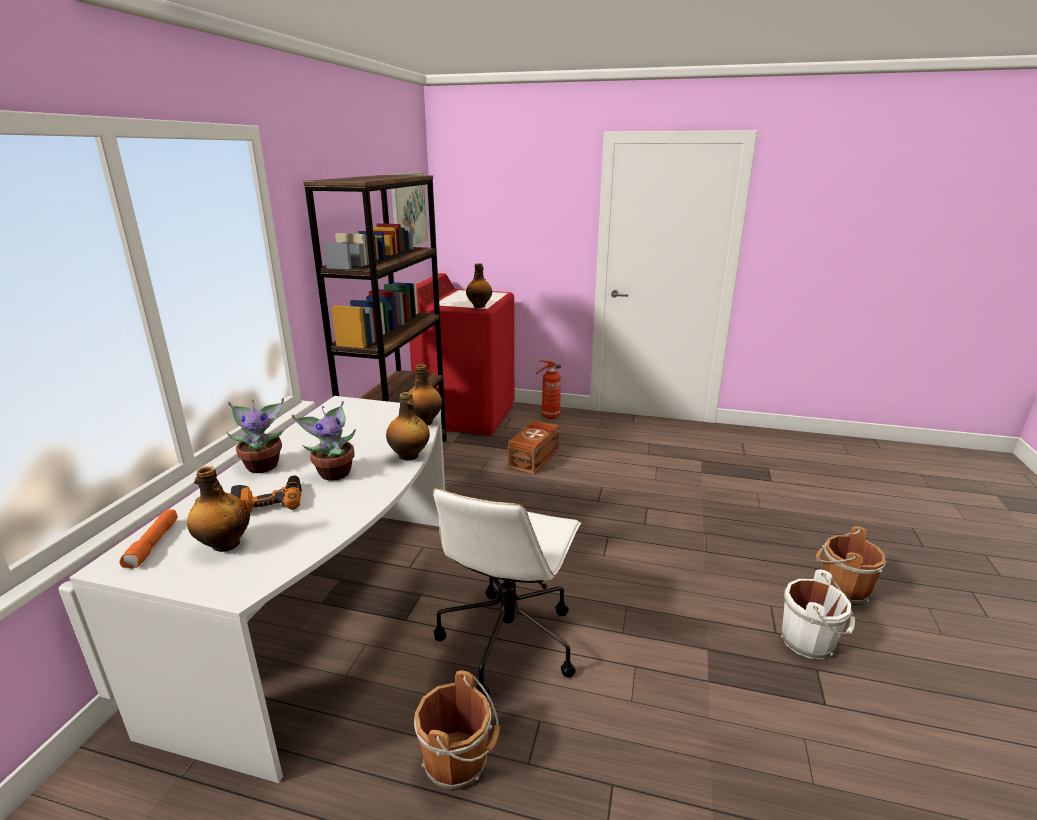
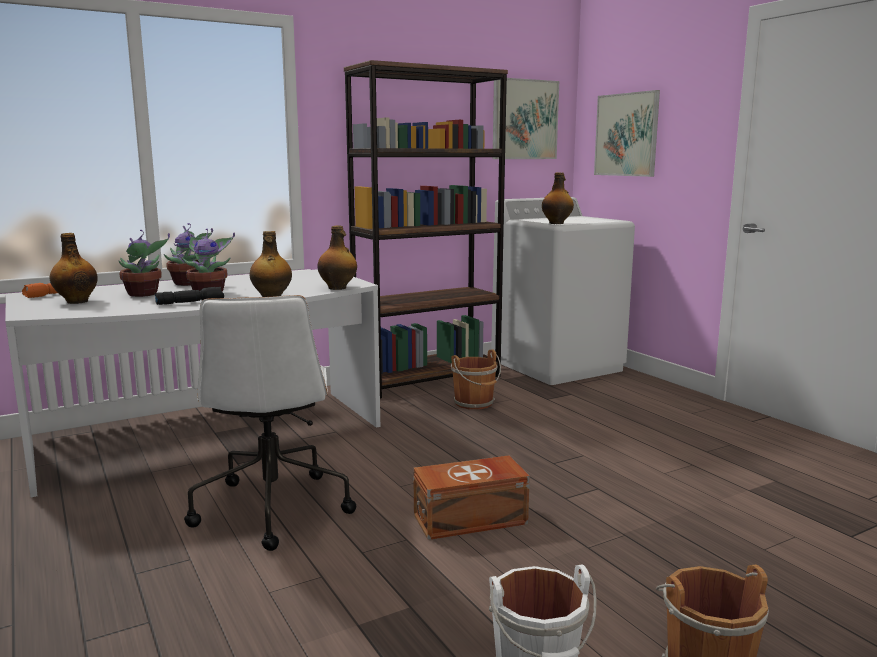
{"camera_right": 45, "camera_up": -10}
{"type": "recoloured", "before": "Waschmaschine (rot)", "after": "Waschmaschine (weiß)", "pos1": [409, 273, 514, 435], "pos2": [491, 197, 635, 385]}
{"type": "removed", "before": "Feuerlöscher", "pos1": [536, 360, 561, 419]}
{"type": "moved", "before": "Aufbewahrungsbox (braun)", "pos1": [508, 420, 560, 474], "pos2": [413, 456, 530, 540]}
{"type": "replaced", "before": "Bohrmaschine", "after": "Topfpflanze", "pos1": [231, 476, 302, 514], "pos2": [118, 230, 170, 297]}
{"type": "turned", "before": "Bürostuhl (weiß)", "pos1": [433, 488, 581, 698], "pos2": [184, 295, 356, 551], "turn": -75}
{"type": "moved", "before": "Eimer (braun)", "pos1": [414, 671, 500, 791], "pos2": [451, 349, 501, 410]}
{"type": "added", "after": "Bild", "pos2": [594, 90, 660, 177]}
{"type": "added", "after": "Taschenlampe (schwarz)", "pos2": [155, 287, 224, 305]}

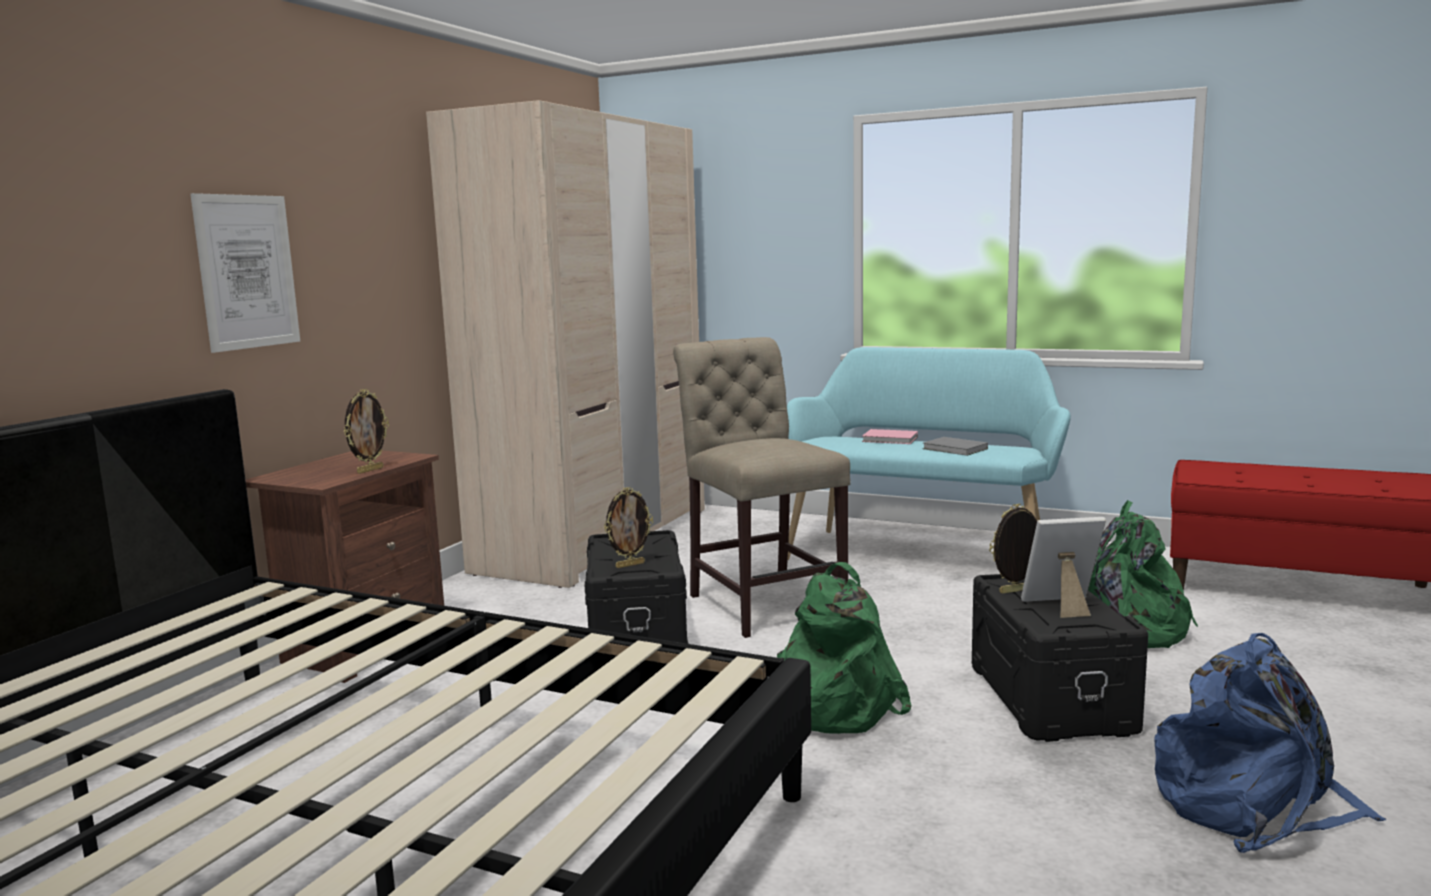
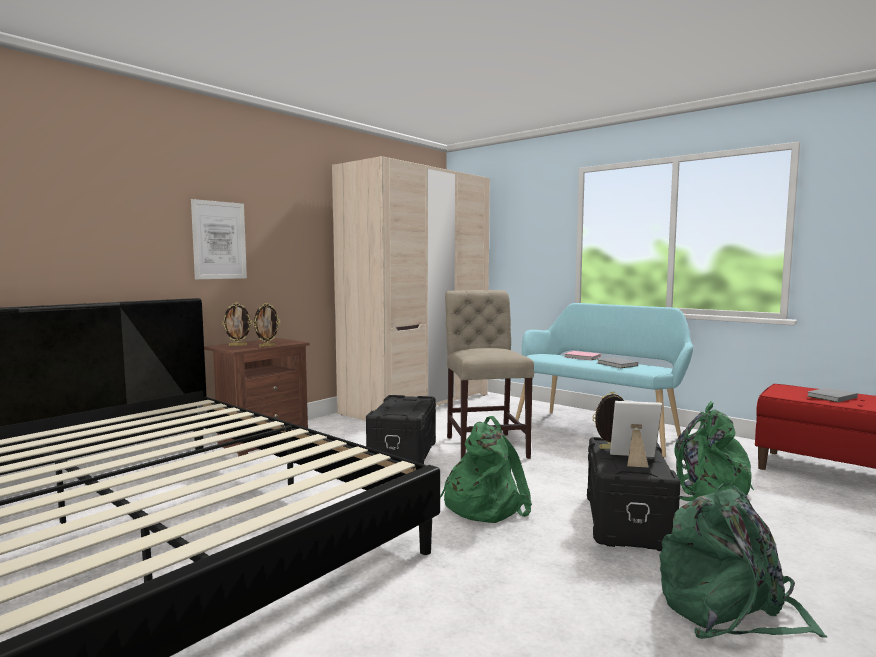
{"camera_right": 15, "camera_up": -5}
{"type": "moved", "before": "Bilderrahmen", "pos1": [604, 487, 653, 568], "pos2": [222, 303, 252, 346]}
{"type": "recoloured", "before": "Rucksack (blau)", "after": "Rucksack (grün)", "pos1": [1154, 633, 1386, 854], "pos2": [659, 483, 827, 639]}
{"type": "added", "after": "Buch (grau)", "pos2": [807, 388, 858, 402]}

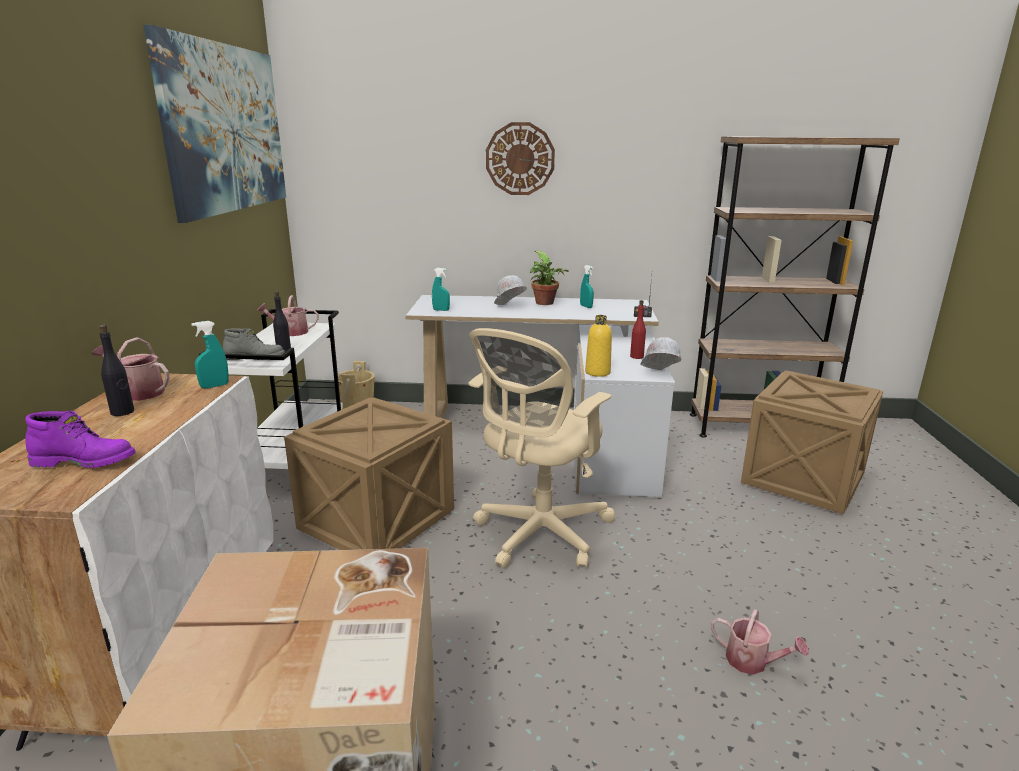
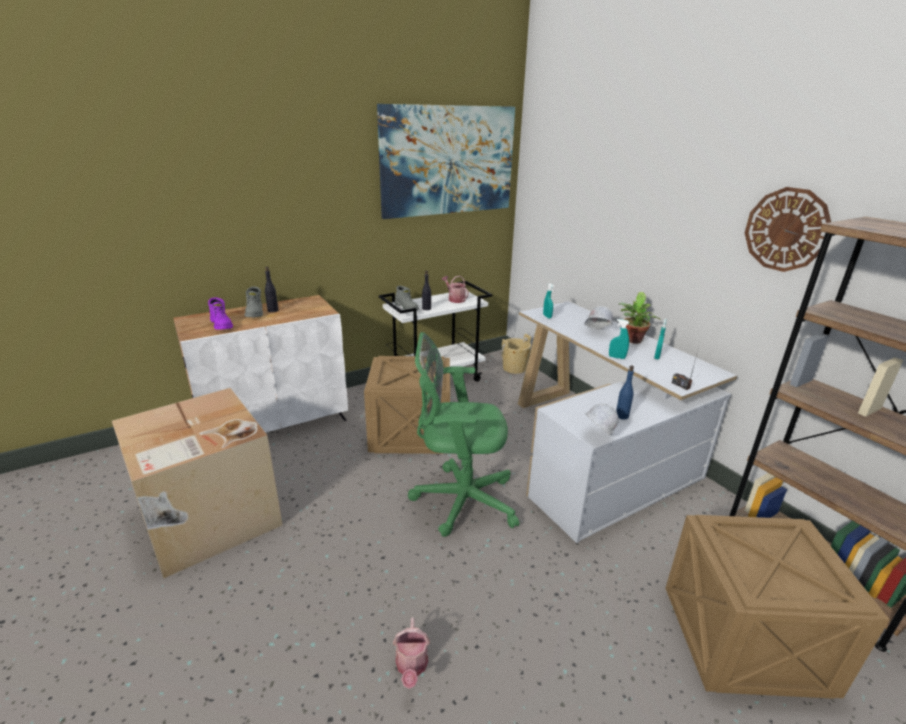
{"camera_right": 55, "camera_up": 5}
{"type": "moved", "before": "Wanduhr", "pos1": [486, 122, 555, 195], "pos2": [745, 187, 831, 272]}
{"type": "recoloured", "before": "Flasche (rot)", "after": "Flasche (blau)", "pos1": [630, 300, 646, 359], "pos2": [616, 365, 634, 419]}
{"type": "removed", "before": "Flasche (gelb)", "pos1": [585, 315, 612, 377]}
{"type": "moved", "before": "Sprühflasche (türkis)", "pos1": [192, 321, 229, 389], "pos2": [609, 319, 629, 359]}
{"type": "recoloured", "before": "Bürostuhl (beige)", "after": "Bürostuhl (grün)", "pos1": [468, 328, 615, 569], "pos2": [408, 332, 519, 537]}
{"type": "removed", "before": "Gießkanne", "pos1": [92, 337, 169, 401]}
{"type": "added", "after": "Stiefel (grau)", "pos2": [244, 286, 263, 317]}

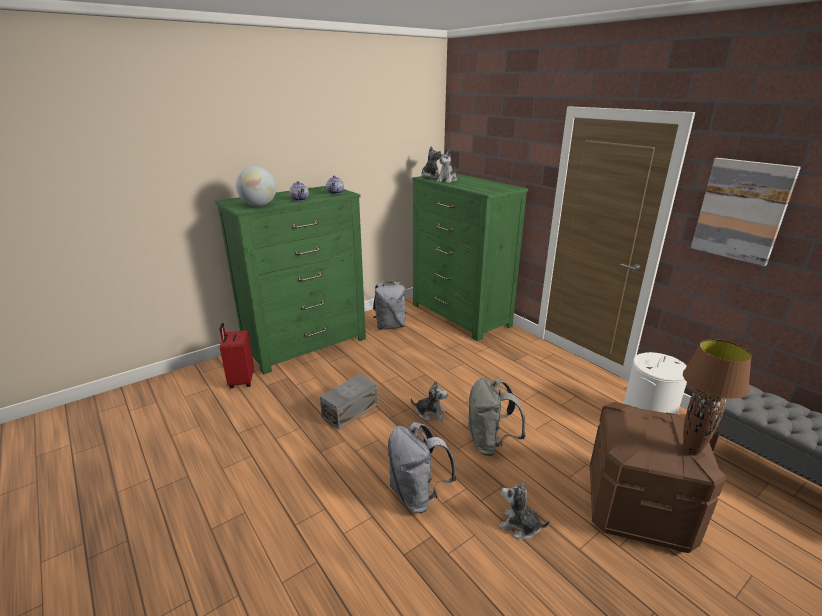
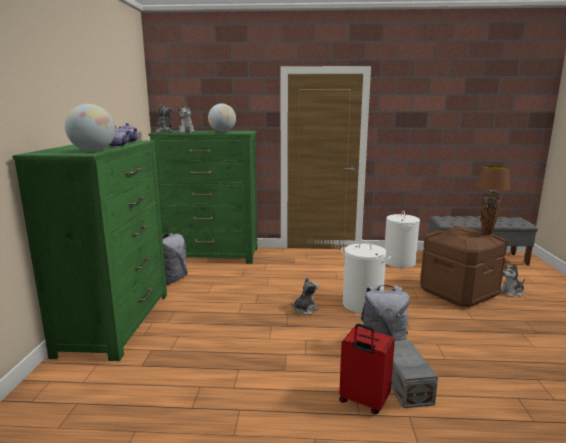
{"camera_right": -50, "camera_up": -10}
{"type": "removed", "before": "Bild", "pos1": [691, 158, 801, 266]}
{"type": "moved", "before": "Koffer (rot)", "pos1": [220, 323, 254, 388], "pos2": [339, 324, 395, 414]}
{"type": "moved", "before": "Aufbewahrungsbox (grau)", "pos1": [320, 374, 378, 429], "pos2": [391, 340, 438, 408]}
{"type": "replaced", "before": "Rucksack (grau)", "after": "Wäschekorb (weiß)", "pos1": [467, 378, 525, 456], "pos2": [341, 241, 391, 314]}
{"type": "moved", "before": "Plüschtier", "pos1": [499, 480, 550, 540], "pos2": [500, 264, 525, 297]}
{"type": "added", "after": "Globus", "pos2": [208, 104, 236, 132]}

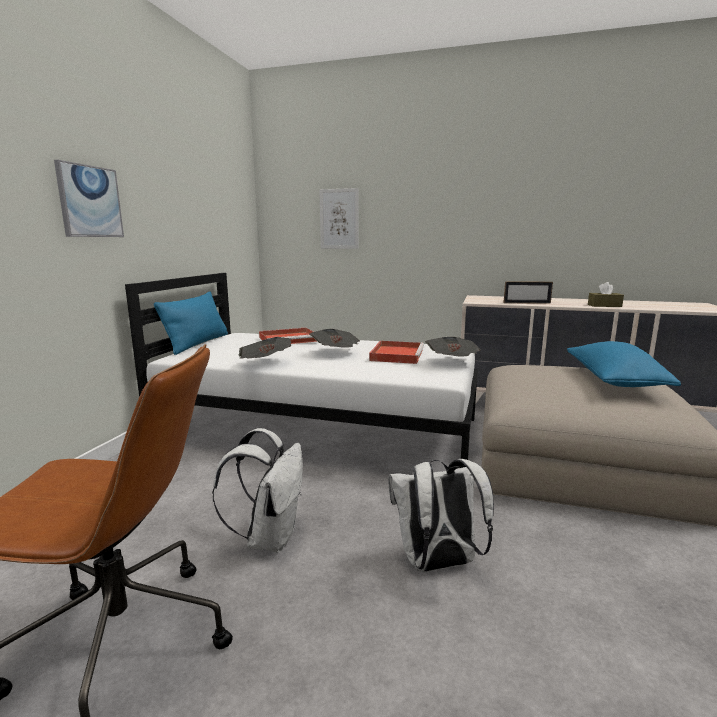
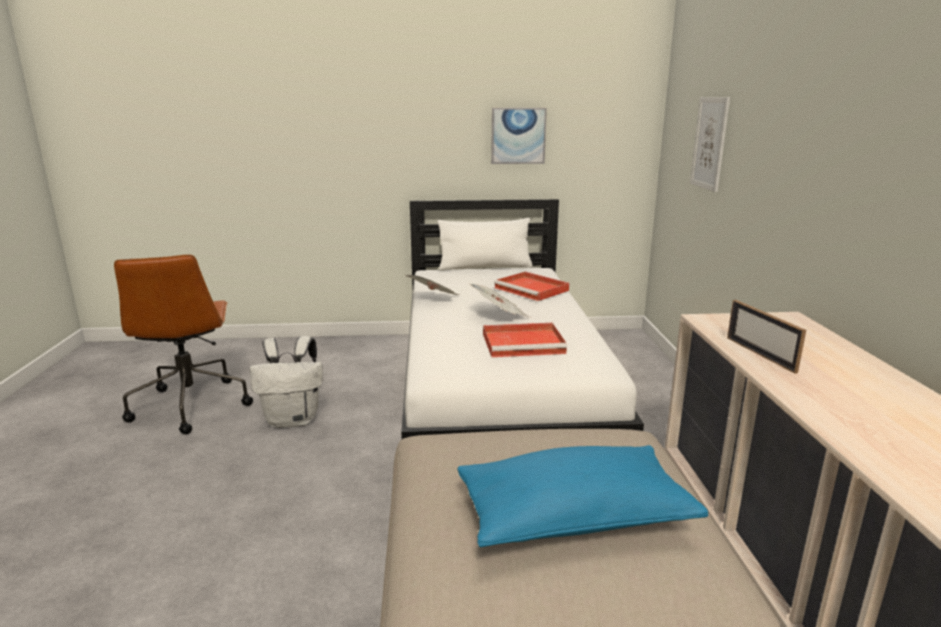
{"camera_right": 70, "camera_up": 5}
{"type": "moved", "before": "Bild", "pos1": [54, 160, 124, 237], "pos2": [491, 108, 547, 164]}
{"type": "removed", "before": "Taschentuchbox (braun)", "pos1": [588, 282, 624, 307]}
{"type": "recoloured", "before": "Kissen (blau)", "after": "Kissen (weiß)", "pos1": [154, 292, 228, 355], "pos2": [437, 218, 533, 271]}
{"type": "removed", "before": "Zeitung", "pos1": [425, 337, 481, 356]}
{"type": "removed", "before": "Rucksack (weiß)", "pos1": [388, 459, 494, 572]}

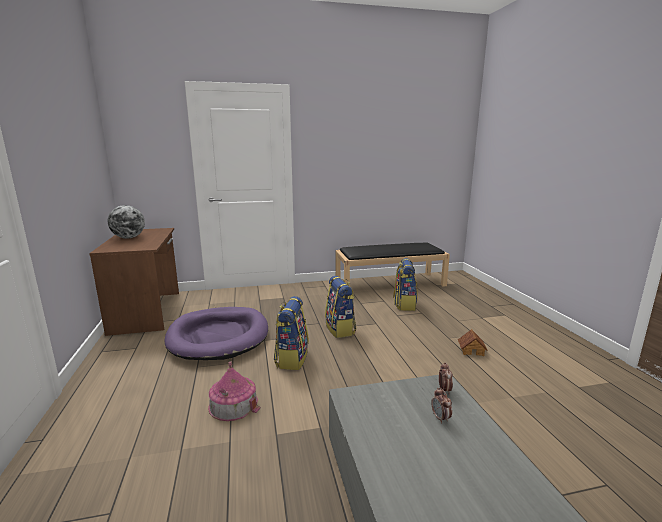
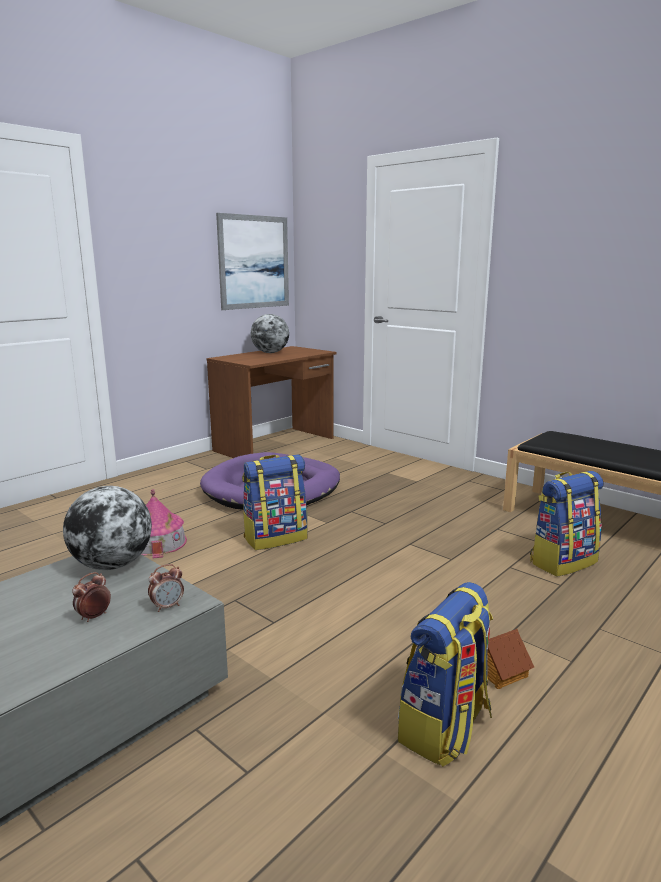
{"camera_right": 55, "camera_up": 0}
{"type": "moved", "before": "Rucksack", "pos1": [325, 276, 356, 338], "pos2": [398, 582, 493, 767]}
{"type": "added", "after": "Bild", "pos2": [216, 213, 289, 310]}
{"type": "added", "after": "Globus", "pos2": [63, 486, 152, 570]}

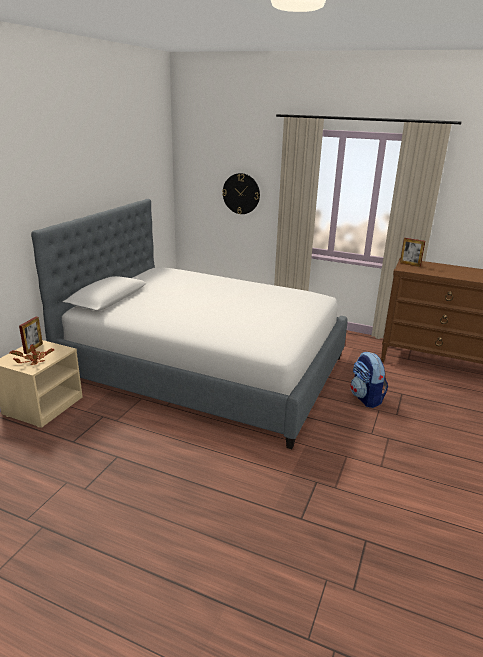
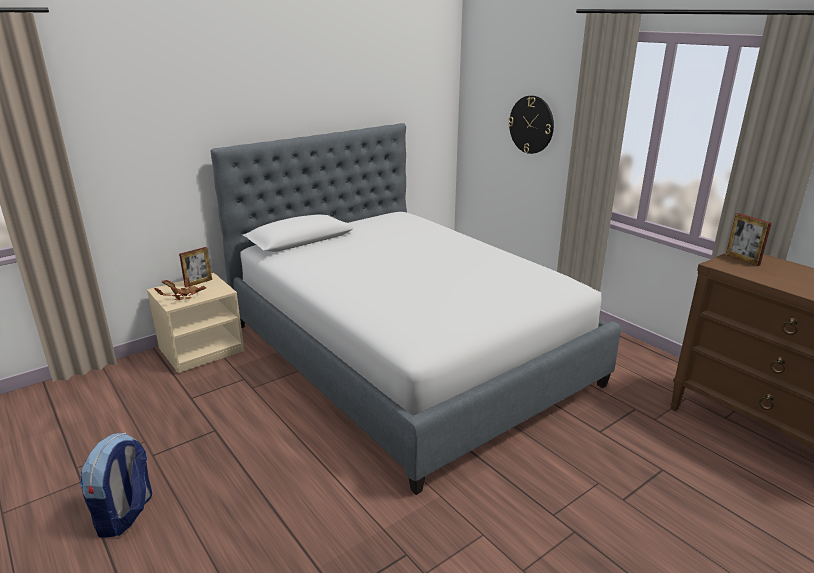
{"camera_right": 30, "camera_up": 0}
{"type": "moved", "before": "Rucksack", "pos1": [350, 352, 388, 408], "pos2": [80, 433, 152, 538]}

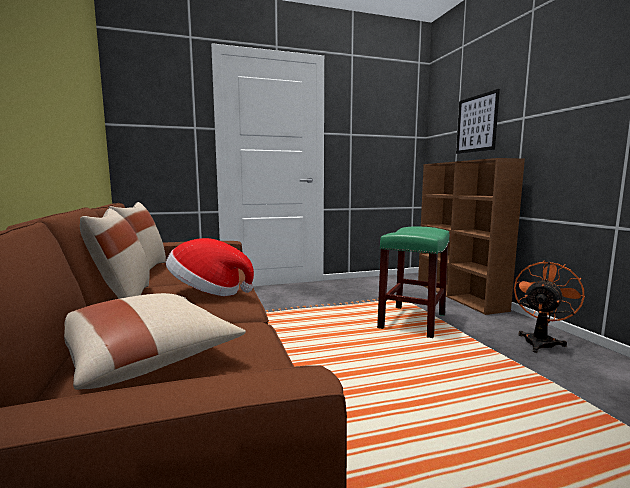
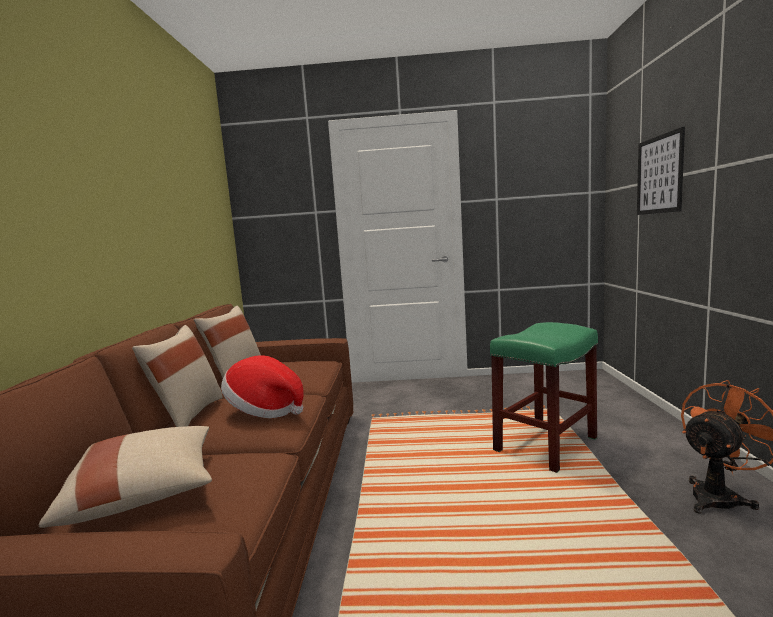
{"camera_right": 20, "camera_up": 0}
{"type": "removed", "before": "Bücherregal (braun)", "pos1": [418, 158, 525, 315]}

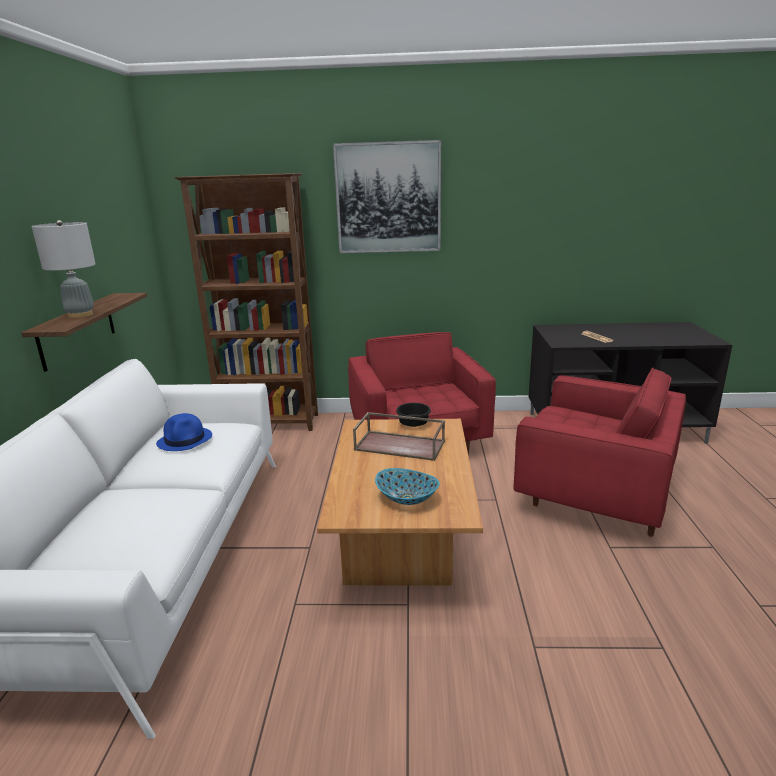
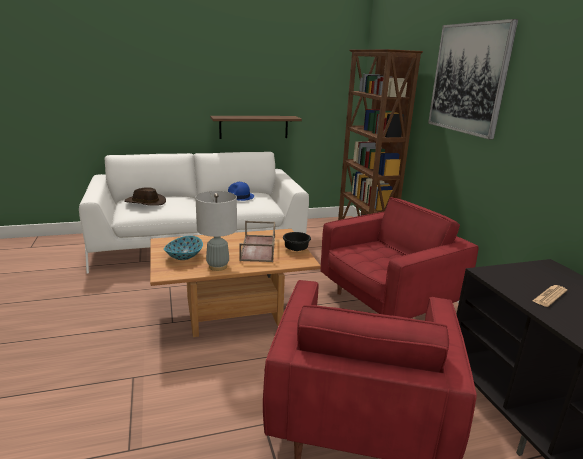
{"camera_right": 70, "camera_up": 0}
{"type": "moved", "before": "Tischlampe (grau)", "pos1": [32, 220, 96, 318], "pos2": [195, 191, 237, 271]}
{"type": "added", "after": "Hut (braun)", "pos2": [124, 187, 166, 206]}

